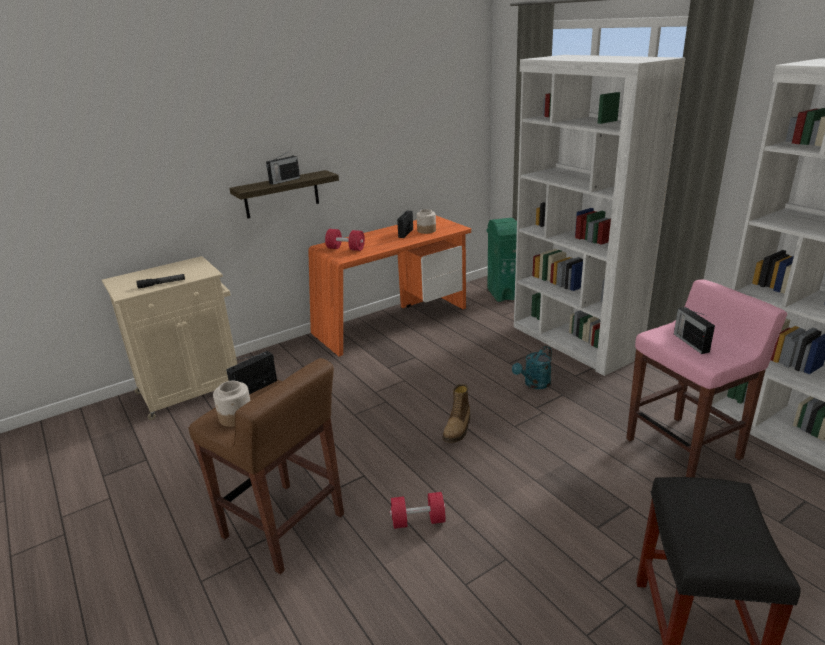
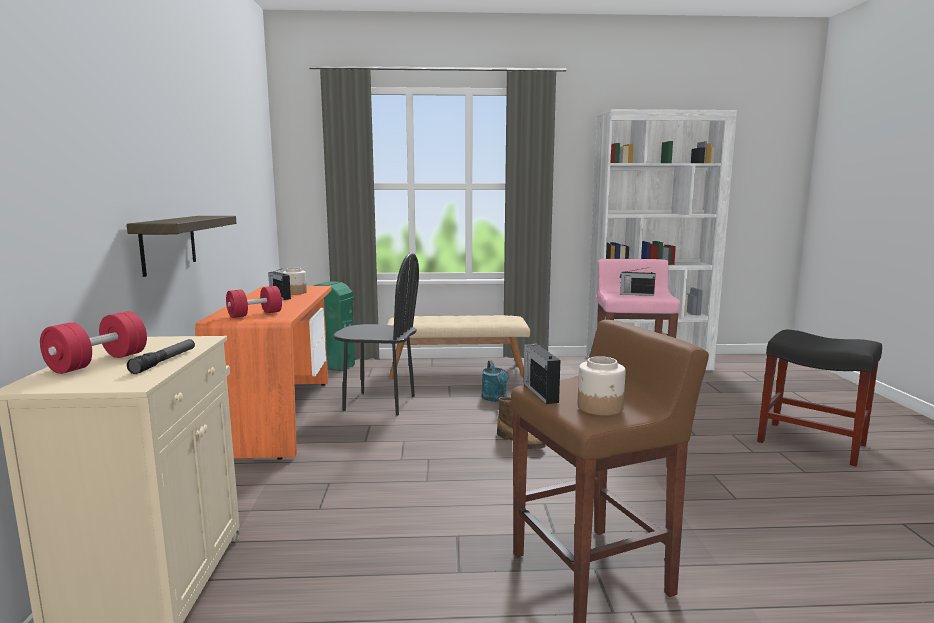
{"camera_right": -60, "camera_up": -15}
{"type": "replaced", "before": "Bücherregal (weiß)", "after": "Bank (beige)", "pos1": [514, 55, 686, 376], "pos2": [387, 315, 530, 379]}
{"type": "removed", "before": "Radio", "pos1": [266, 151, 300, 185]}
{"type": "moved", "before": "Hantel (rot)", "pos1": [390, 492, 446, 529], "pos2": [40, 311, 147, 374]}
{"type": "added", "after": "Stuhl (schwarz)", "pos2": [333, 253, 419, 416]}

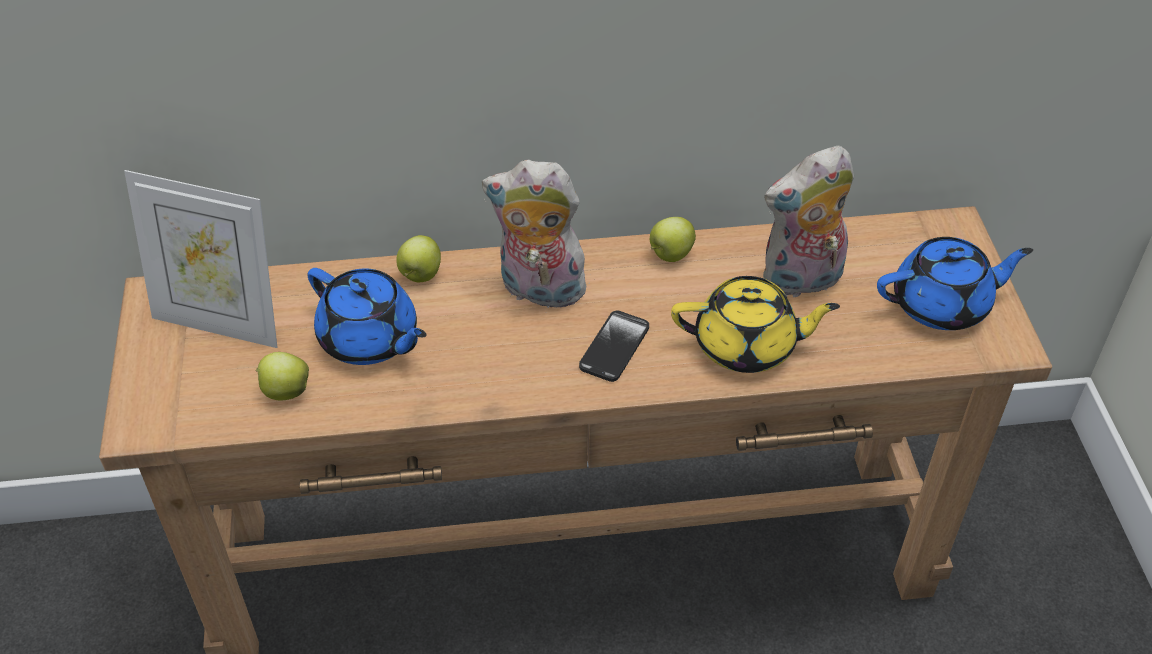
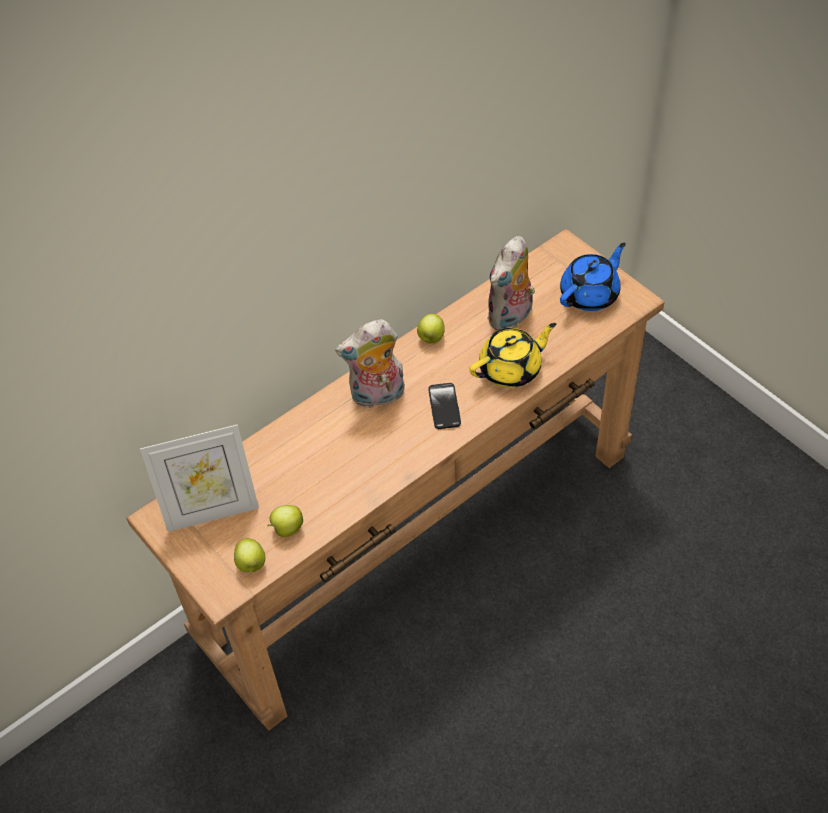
{"camera_right": -30, "camera_up": 5}
{"type": "moved", "before": "Apfel", "pos1": [396, 235, 441, 282], "pos2": [234, 538, 265, 573]}
{"type": "removed", "before": "Teekanne (blau)", "pos1": [307, 268, 427, 365]}

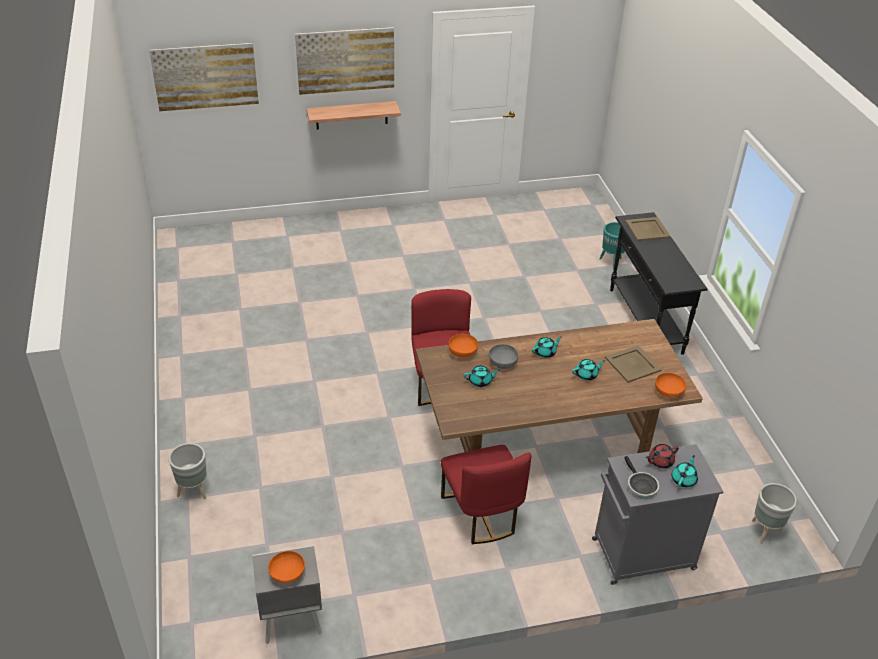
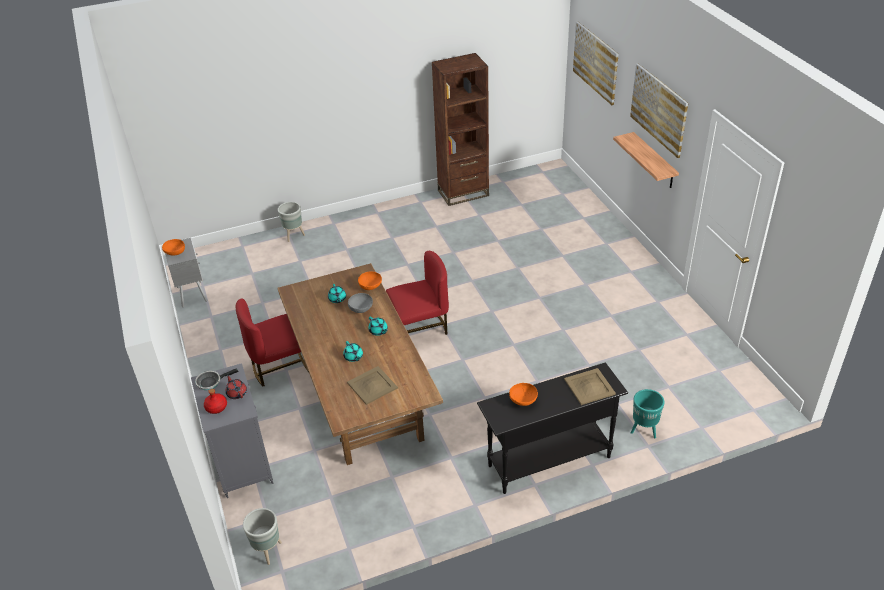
{"camera_right": 85, "camera_up": 0}
{"type": "moved", "before": "Schüssel (orange)", "pos1": [655, 373, 686, 398], "pos2": [509, 383, 538, 406]}
{"type": "replaced", "before": "Teekanne (türkis)", "after": "Flasche (rot)", "pos1": [671, 455, 698, 487], "pos2": [204, 389, 227, 414]}
{"type": "added", "after": "Bücherregal (braun)", "pos2": [432, 53, 489, 206]}

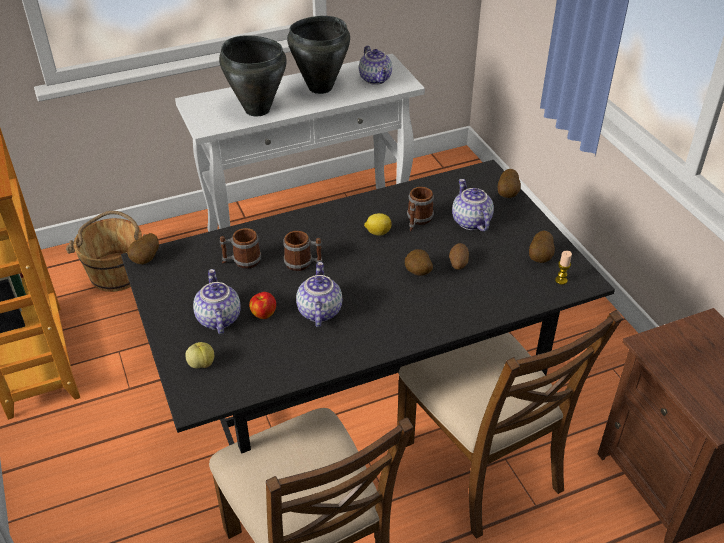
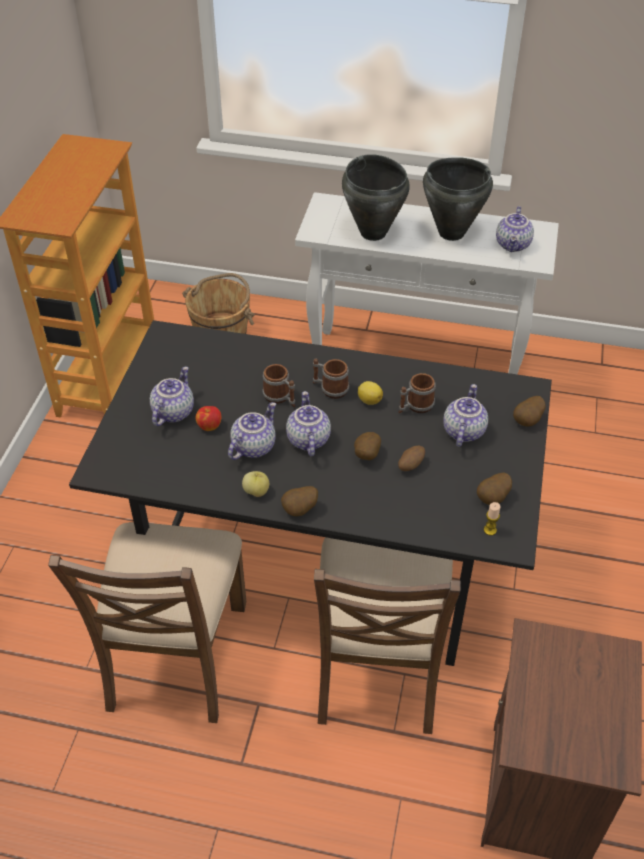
{"camera_right": 35, "camera_up": 5}
{"type": "moved", "before": "Henkelbecher", "pos1": [220, 228, 261, 269], "pos2": [313, 359, 349, 399]}
{"type": "moved", "before": "Kartoffel", "pos1": [127, 233, 159, 264], "pos2": [281, 486, 318, 516]}
{"type": "moved", "before": "Apfel", "pos1": [185, 342, 214, 369], "pos2": [242, 471, 269, 497]}
{"type": "added", "after": "Teekanne", "pos2": [286, 391, 331, 457]}

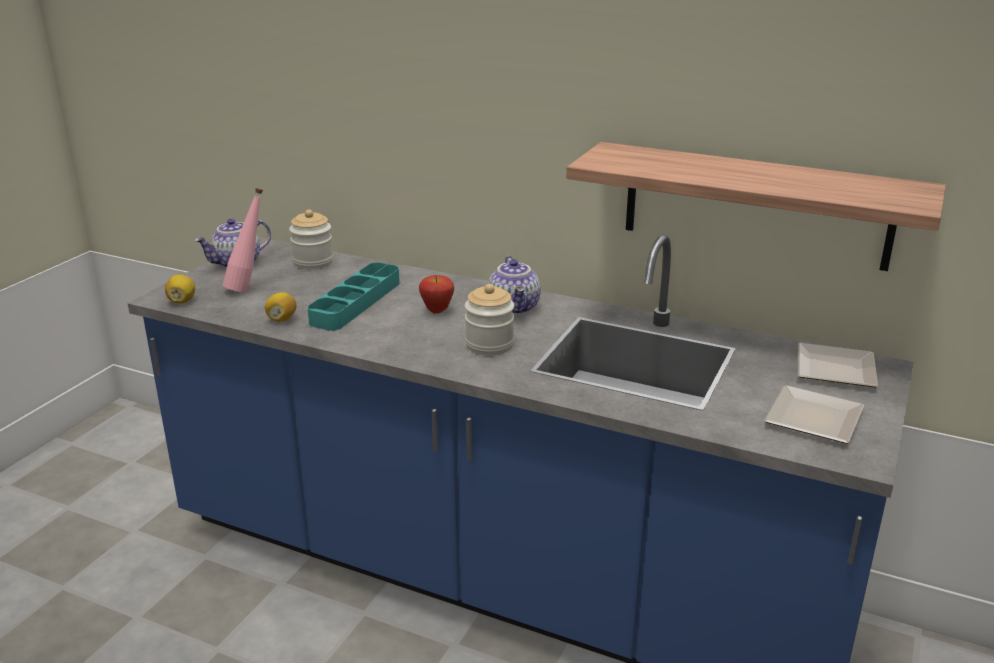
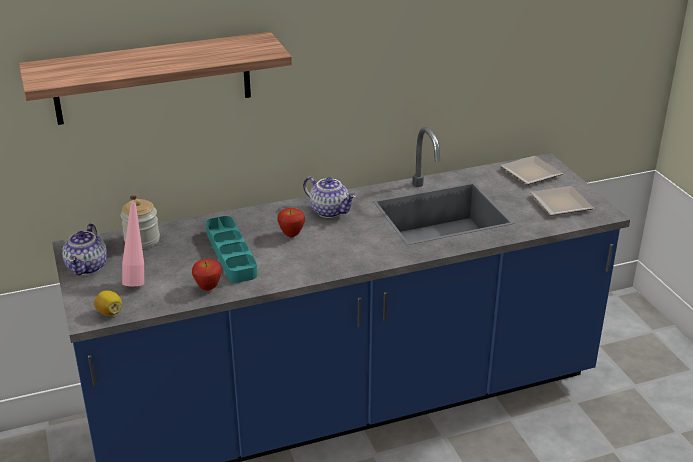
{"camera_right": -45, "camera_up": 5}
{"type": "moved", "before": "Wandregal", "pos1": [566, 142, 946, 271], "pos2": [19, 32, 292, 125]}
{"type": "removed", "before": "Vorratsglas", "pos1": [465, 284, 514, 355]}
{"type": "replaced", "before": "Zitrone", "after": "Apfel", "pos1": [265, 292, 296, 322], "pos2": [192, 259, 222, 291]}

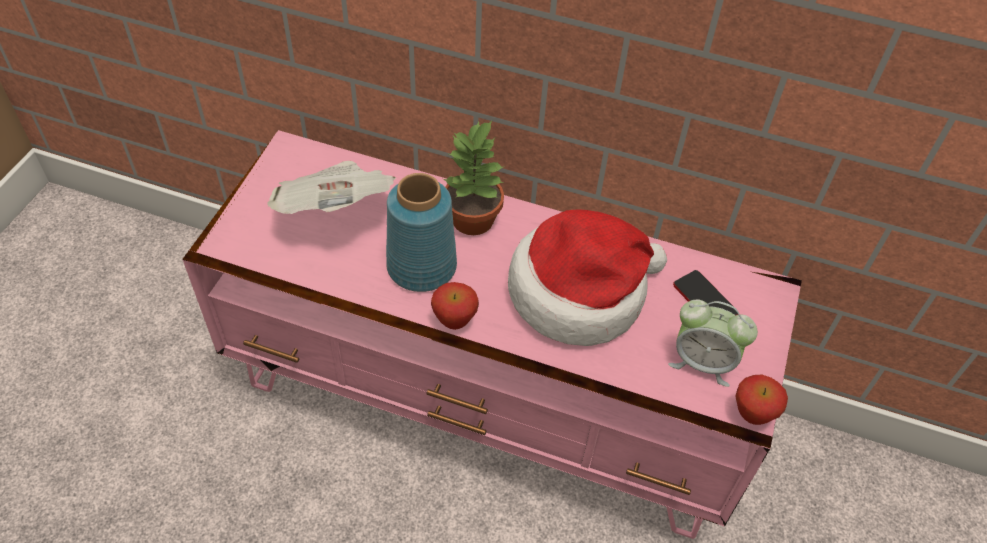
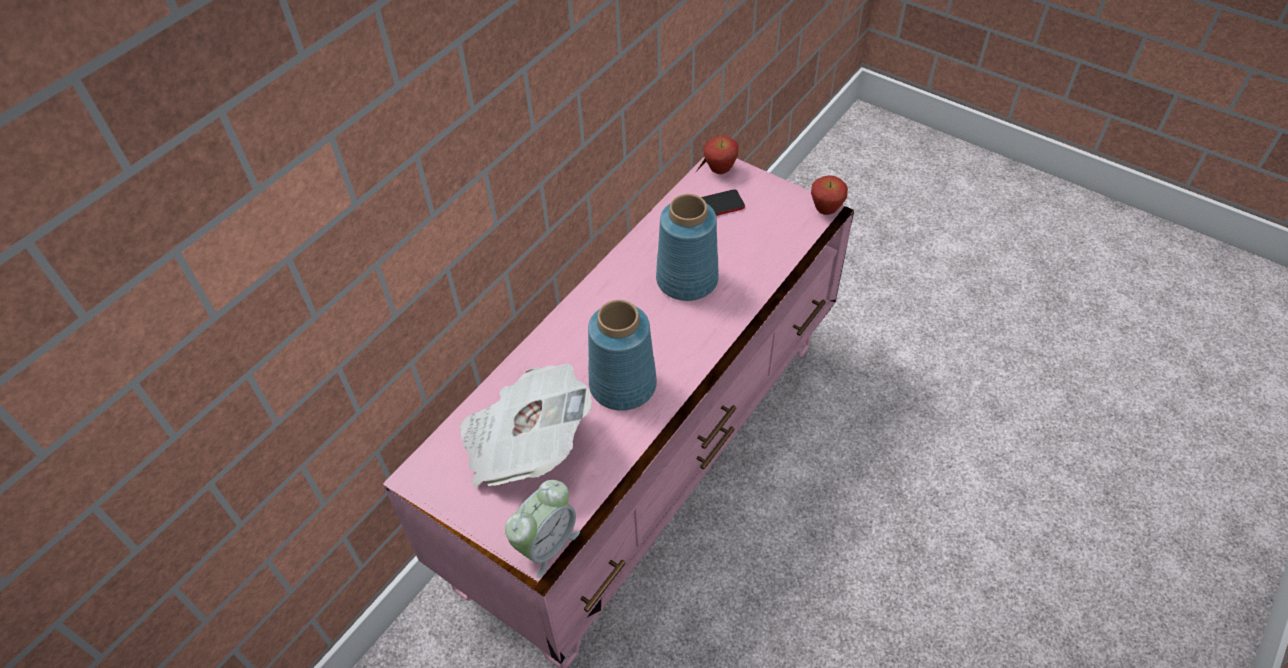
{"camera_right": -70, "camera_up": 0}
{"type": "removed", "before": "Topfpflanze", "pos1": [443, 121, 504, 235]}
{"type": "replaced", "before": "Hut", "after": "Vase (blau)", "pos1": [508, 209, 667, 346], "pos2": [656, 194, 719, 301]}
{"type": "moved", "before": "Apfel", "pos1": [431, 282, 479, 330], "pos2": [704, 136, 739, 174]}
{"type": "moved", "before": "Wecker", "pos1": [668, 300, 758, 387], "pos2": [505, 480, 580, 578]}

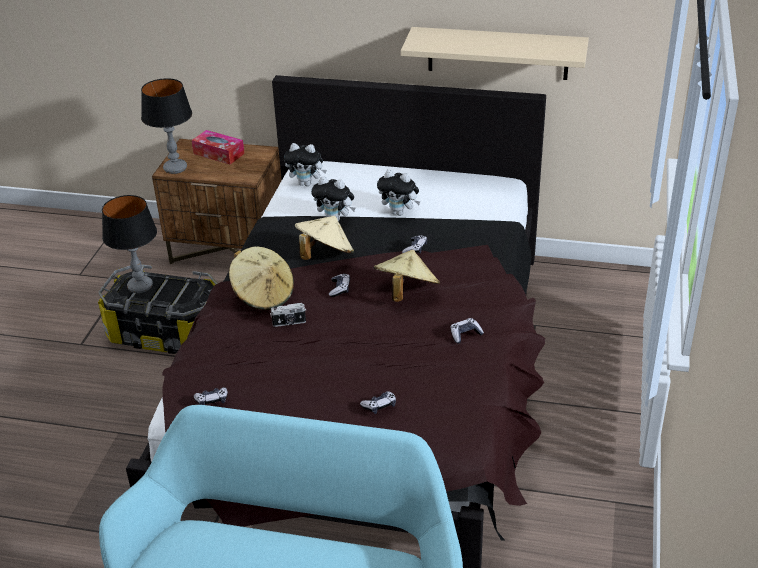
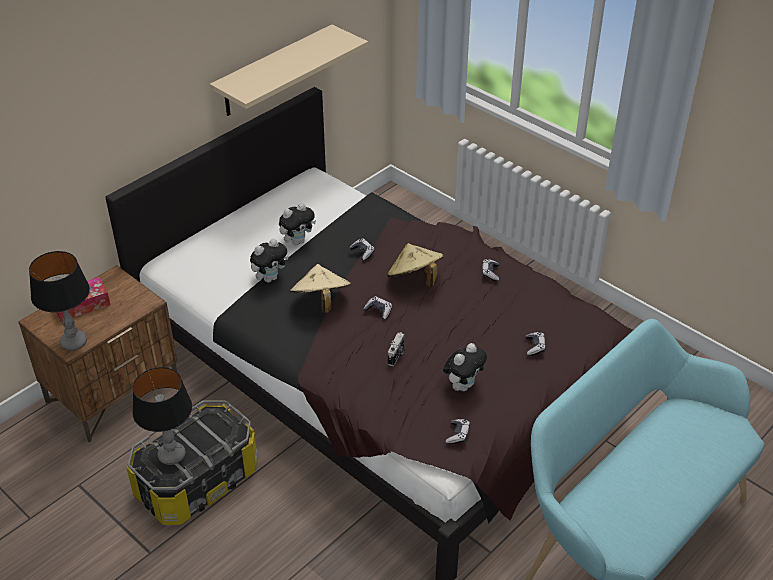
{"camera_right": -60, "camera_up": 5}
{"type": "moved", "before": "Plüschtier", "pos1": [284, 143, 327, 186], "pos2": [443, 343, 487, 391]}
{"type": "removed", "before": "Hut (beige)", "pos1": [229, 246, 294, 310]}

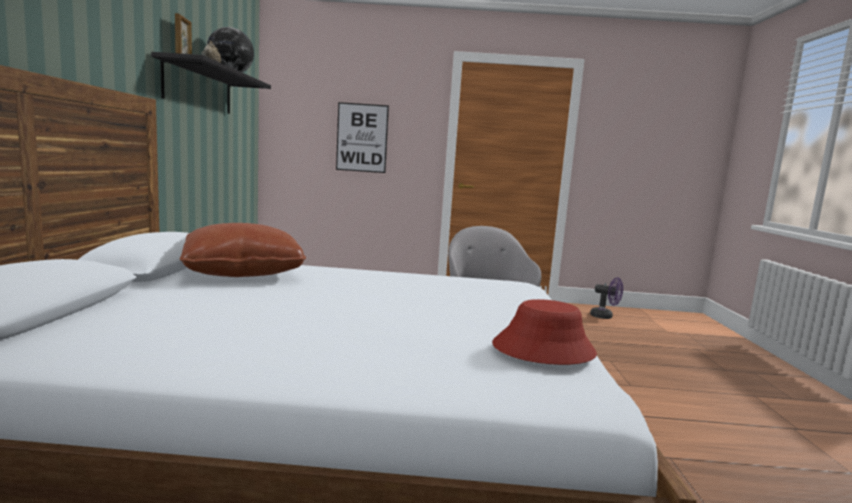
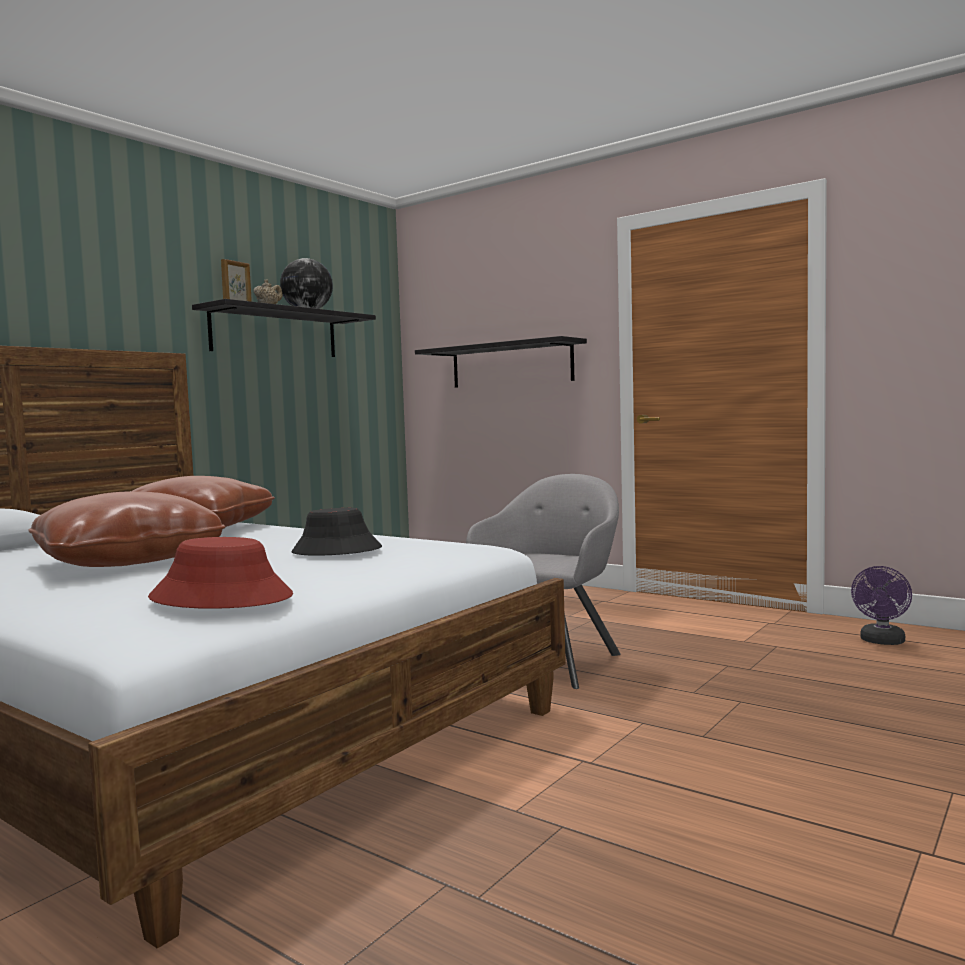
{"camera_right": 35, "camera_up": -5}
{"type": "replaced", "before": "Bild", "after": "Wandregal (schwarz)", "pos1": [336, 102, 389, 173], "pos2": [415, 336, 587, 388]}
{"type": "turned", "before": "Ventilator (lila)", "pos1": [590, 277, 623, 319], "pos2": [851, 566, 912, 645], "turn": 60}
{"type": "added", "after": "Kissen (braun)", "pos2": [28, 491, 225, 567]}
{"type": "added", "after": "Hut (schwarz)", "pos2": [292, 508, 382, 556]}

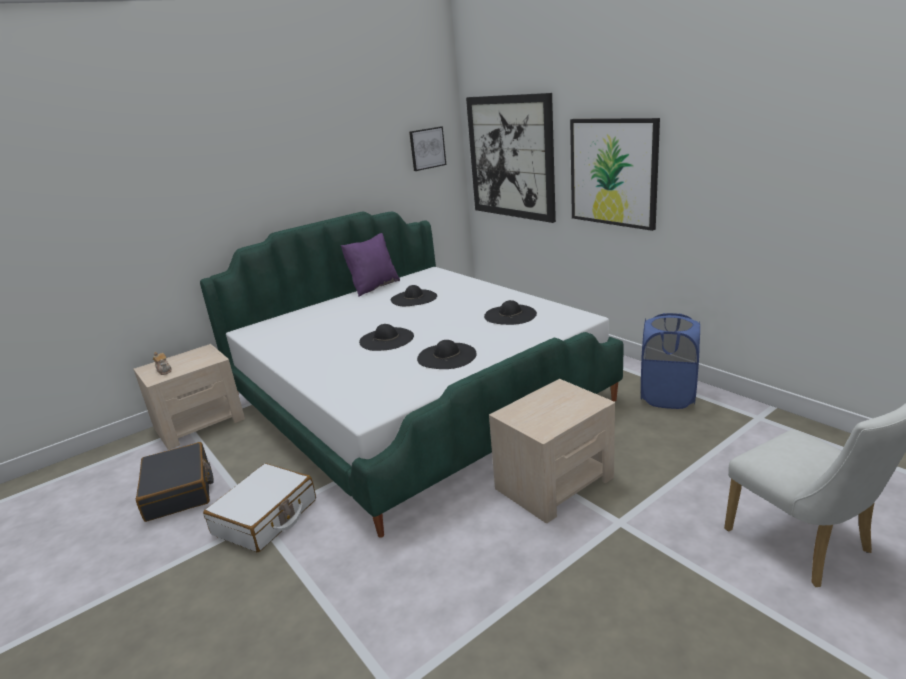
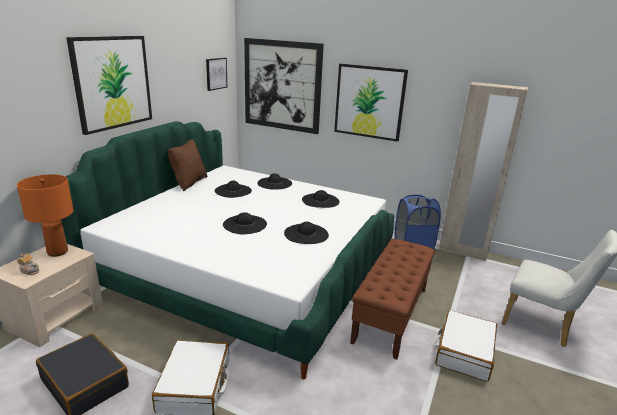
{"camera_right": -30, "camera_up": 0}
{"type": "recoloured", "before": "Kissen (lila)", "after": "Kissen (braun)", "pos1": [341, 233, 400, 297], "pos2": [168, 139, 208, 191]}
{"type": "replaced", "before": "Nachttisch (beige)", "after": "Bank (braun)", "pos1": [489, 379, 615, 523], "pos2": [350, 239, 435, 360]}
{"type": "added", "after": "Bild", "pos2": [66, 36, 152, 135]}
{"type": "added", "after": "Kleiderschrank (beige)", "pos2": [439, 82, 528, 261]}
{"type": "added", "after": "Hut (schwarz)", "pos2": [258, 173, 292, 190]}
{"type": "added", "after": "Tischlampe (orange)", "pos2": [17, 174, 74, 257]}
{"type": "added", "after": "Koffer (weiß)", "pos2": [435, 310, 497, 382]}

